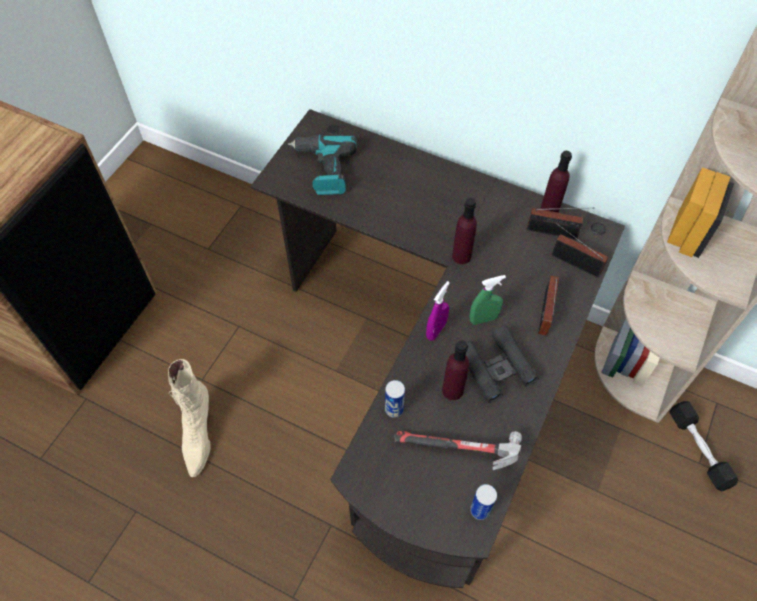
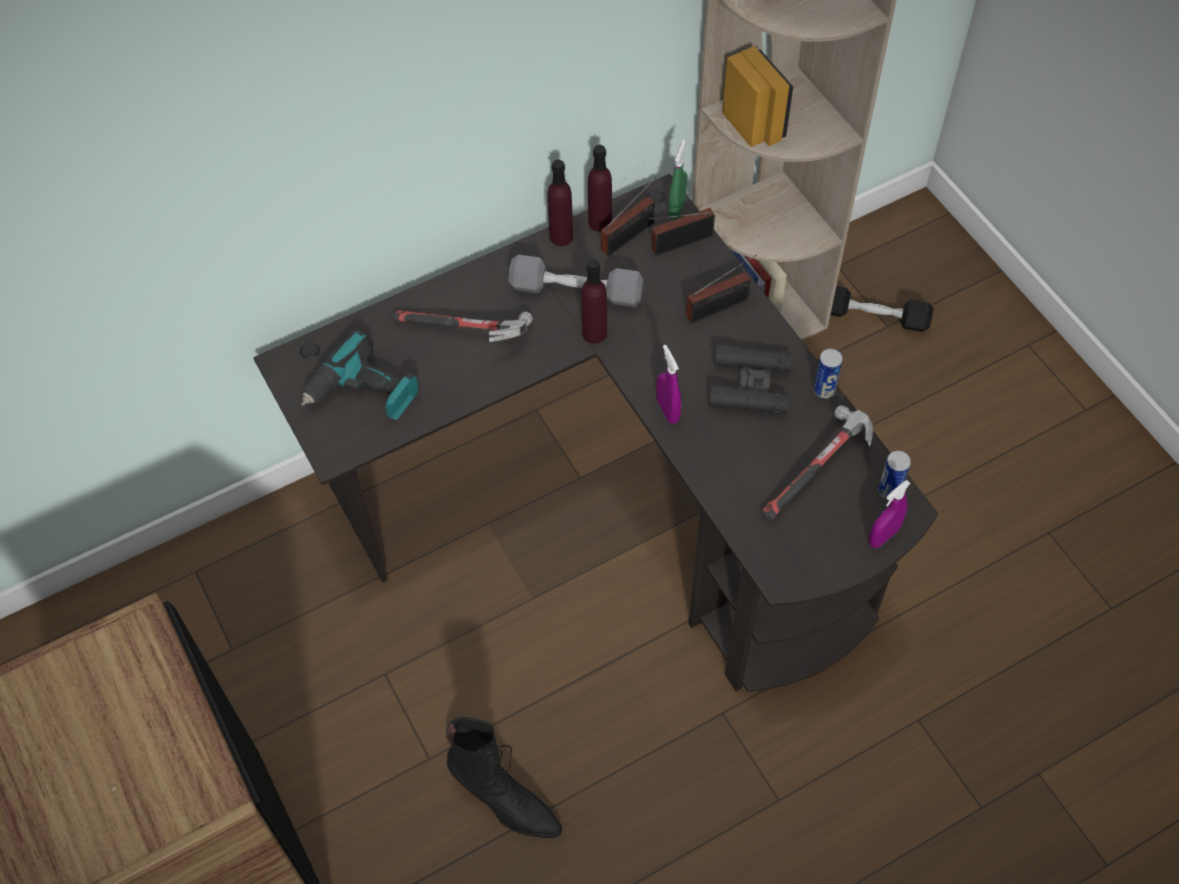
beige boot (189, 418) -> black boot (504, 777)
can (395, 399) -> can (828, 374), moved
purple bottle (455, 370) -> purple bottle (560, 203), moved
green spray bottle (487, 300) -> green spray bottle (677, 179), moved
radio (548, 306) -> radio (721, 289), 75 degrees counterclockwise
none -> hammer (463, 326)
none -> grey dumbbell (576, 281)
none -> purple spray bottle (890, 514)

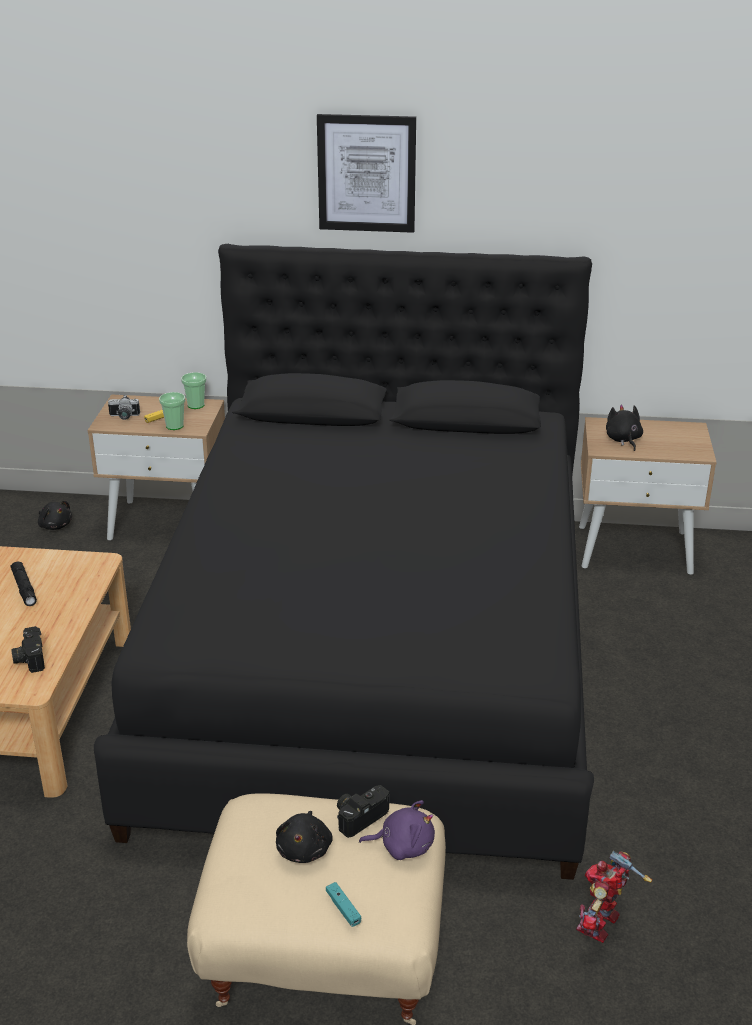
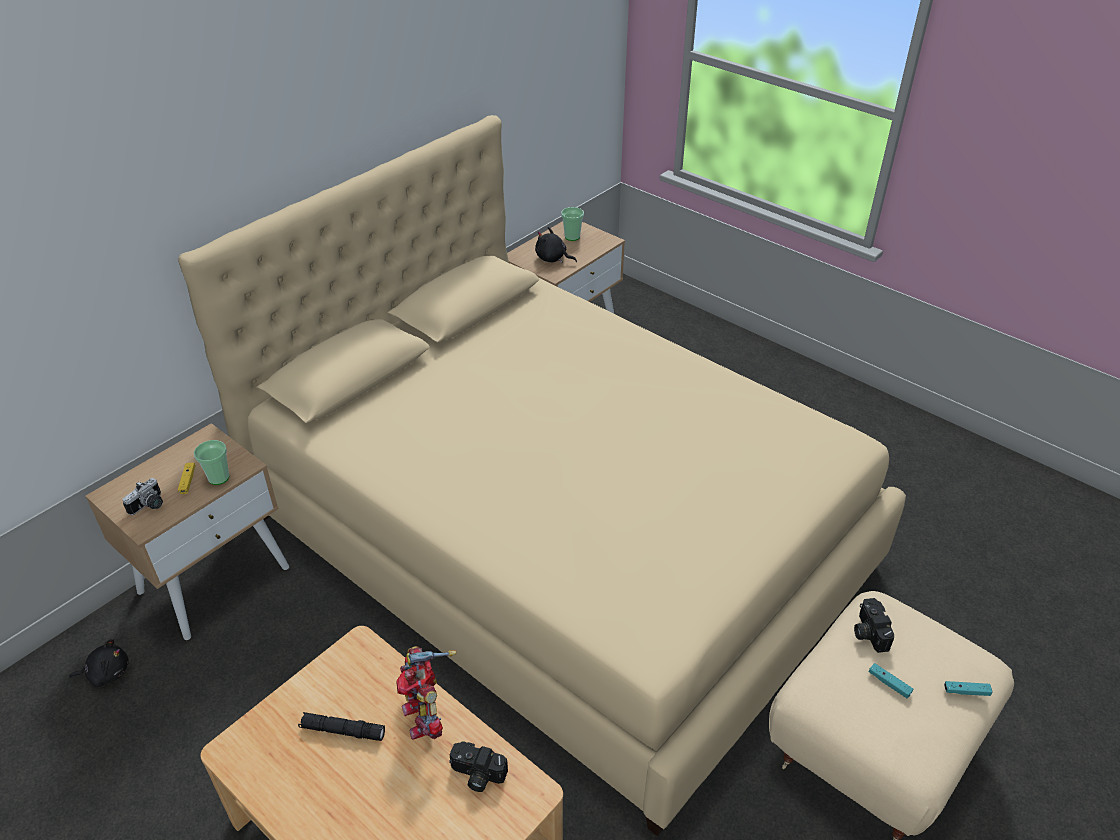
black bed (344, 562) -> beige bed (542, 476)
cup (194, 390) -> cup (572, 224), moved
black plush toy (304, 837) -> turquoise game controller (891, 680)
picture (366, 173) -> none
purple plush toy (397, 830) -> none
toy robot (614, 897) -> toy robot (426, 693), moved

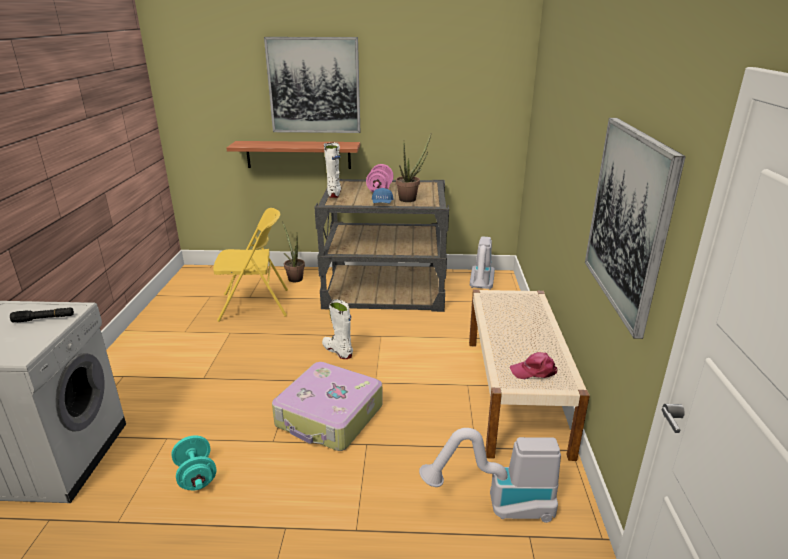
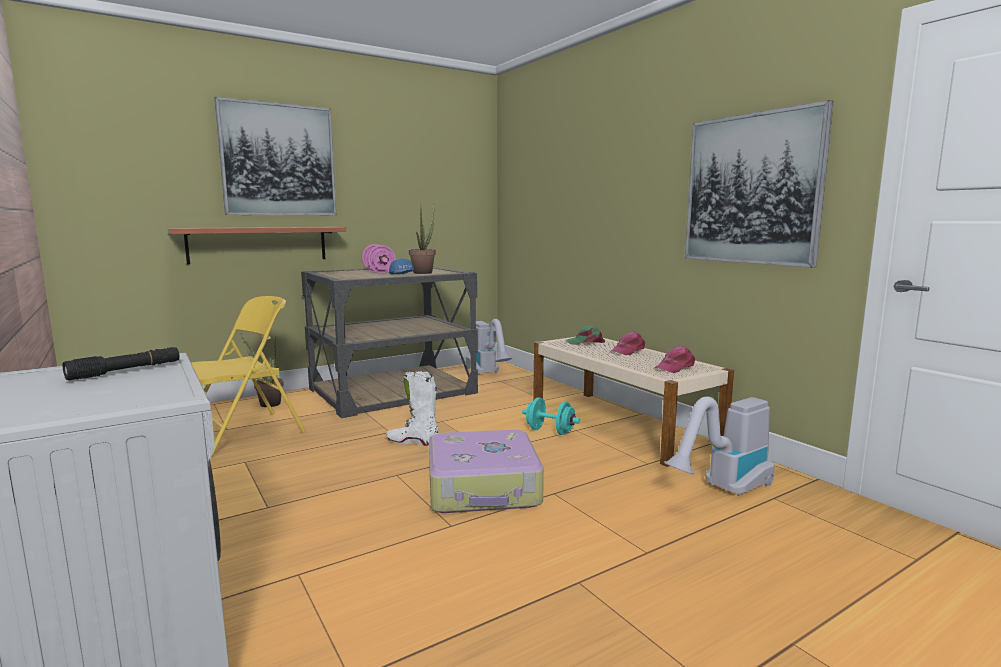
turquoise dumbbell (194, 462) -> turquoise dumbbell (551, 416), moved
white boot (332, 170) -> none
none -> green cap (585, 335)
none -> pink cap (627, 343)

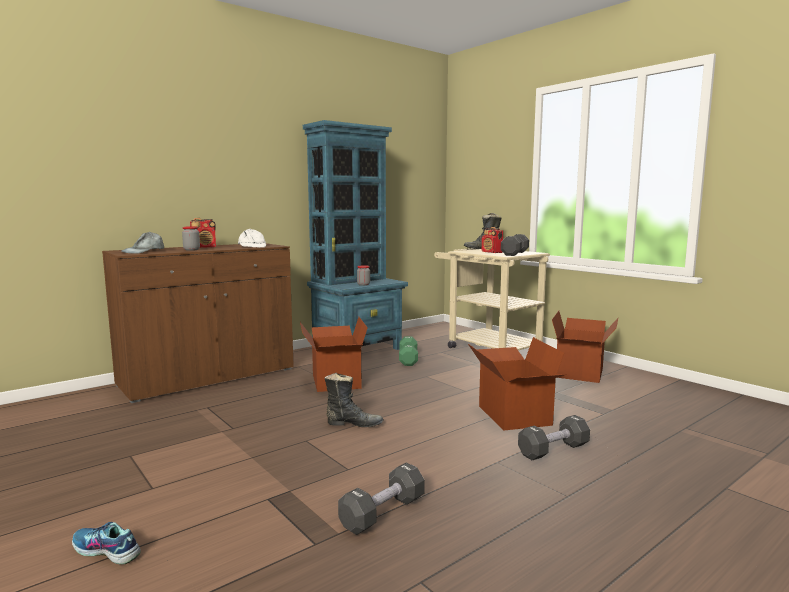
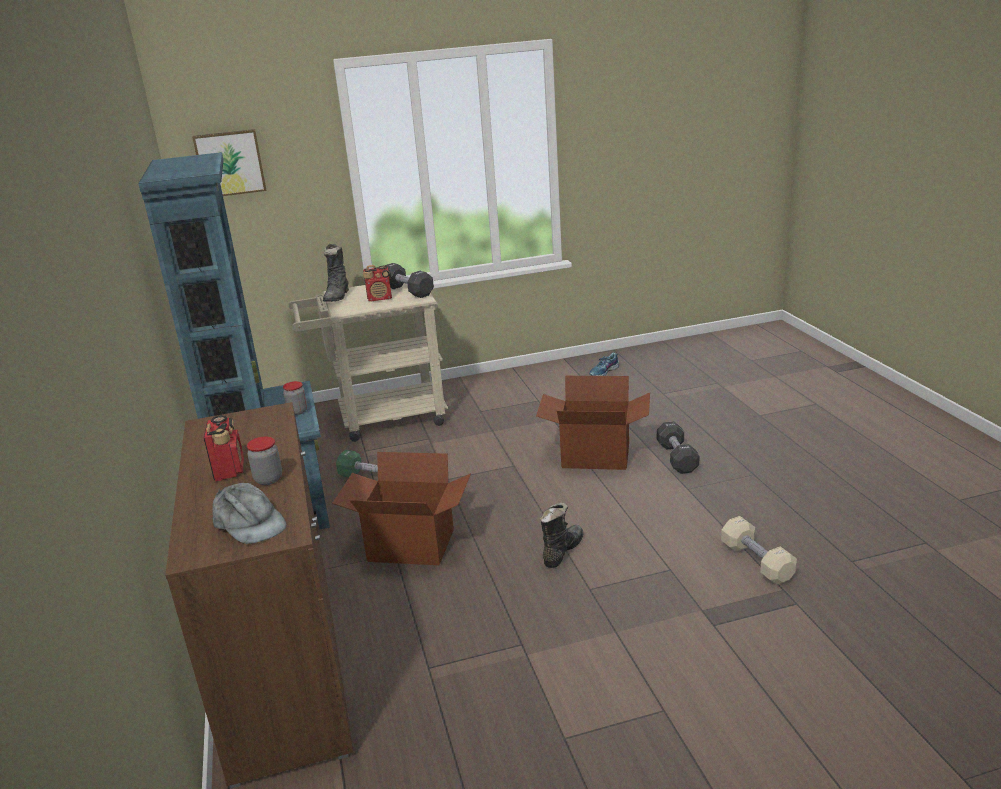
shoe (106, 543) -> shoe (604, 364), moved
white cap (252, 238) -> none
black dumbbell (381, 499) -> beige dumbbell (759, 550)
cardboard box (585, 347) -> none
none -> picture (229, 162)

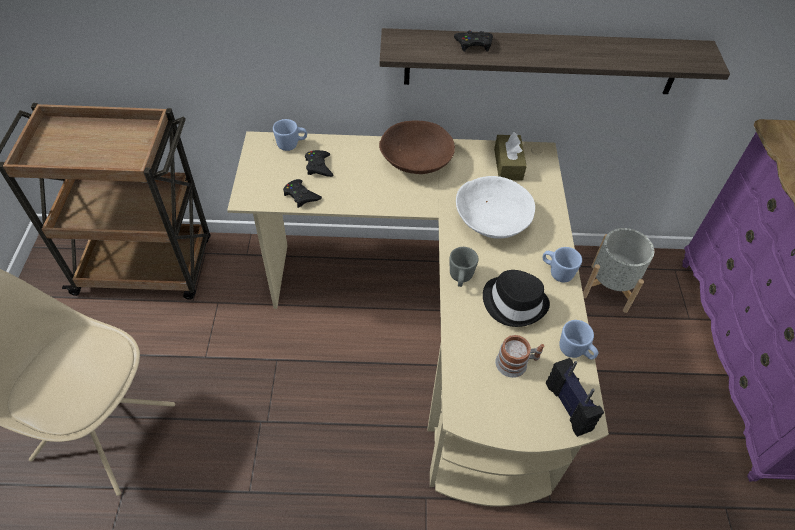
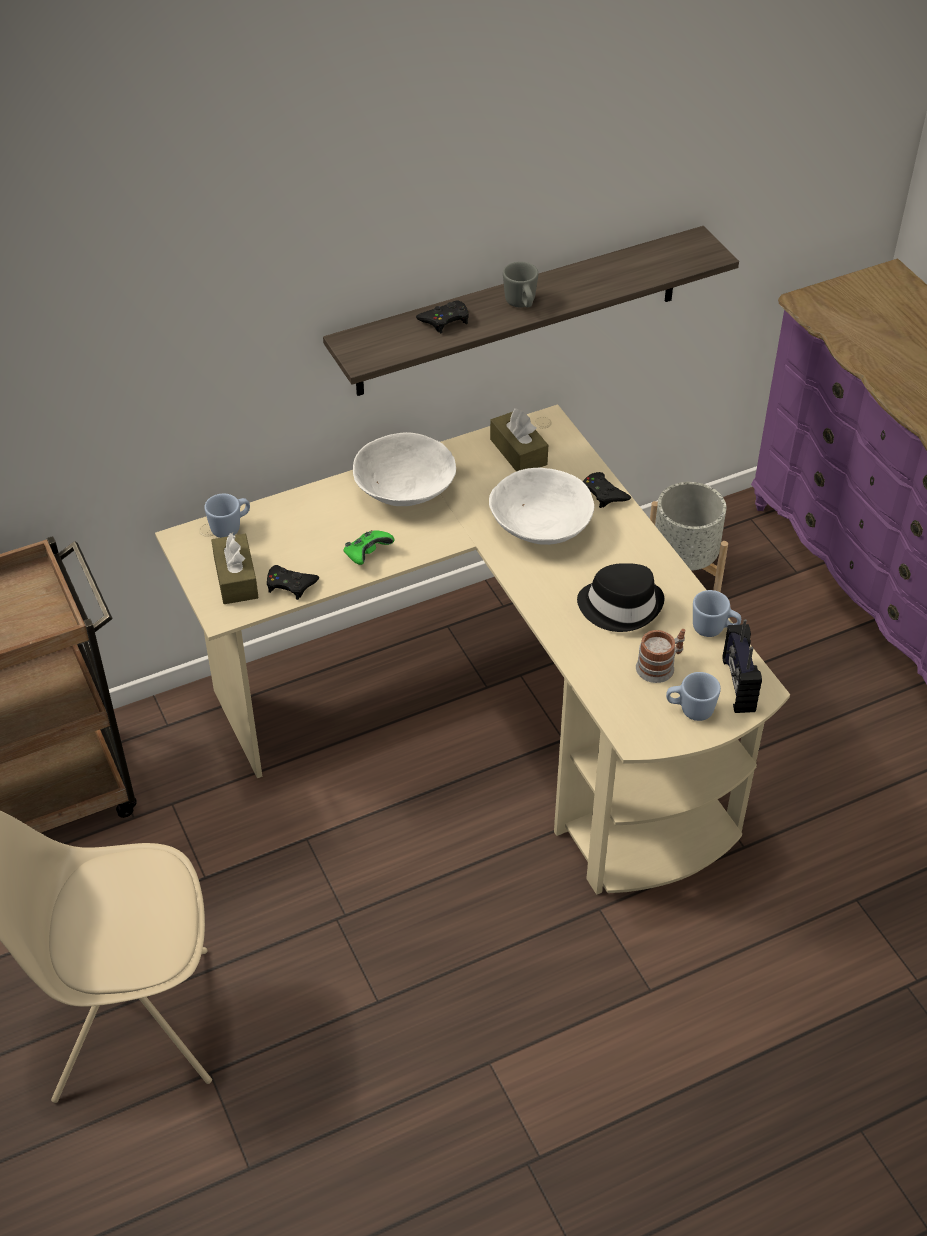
black game controller (319, 163) -> black game controller (607, 490), moved
brown bowl (417, 147) -> white bowl (404, 469)
grey mug (464, 267) -> grey mug (520, 284), moved
blue mug (562, 264) -> blue mug (693, 696), moved
radio (575, 397) -> radio (742, 666), 135 degrees counterclockwise
none -> brown tissue box (235, 568)
none -> green game controller (369, 547)

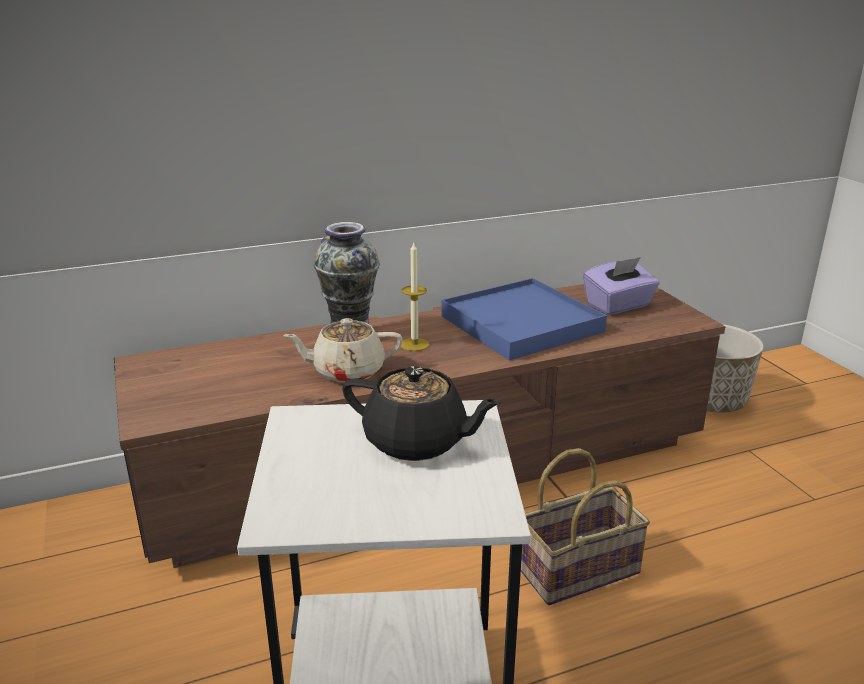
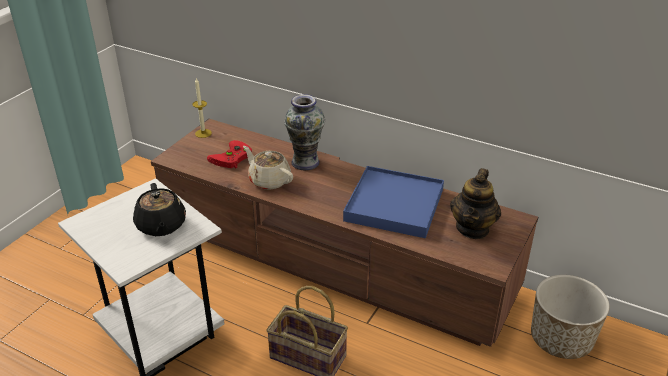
candle (415, 296) -> candle (202, 108), moved
purple tissue box (621, 286) -> teapot (475, 203)
none -> red game controller (229, 154)

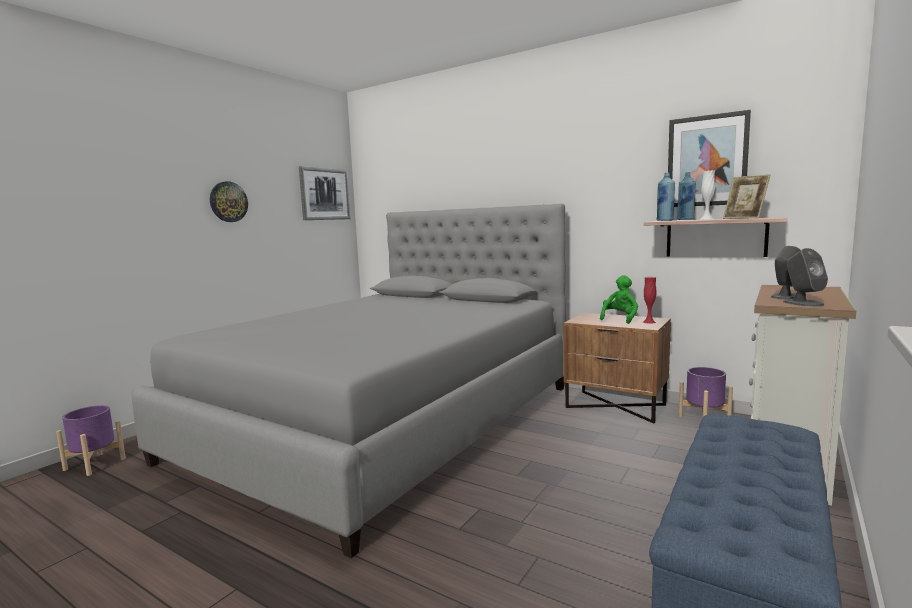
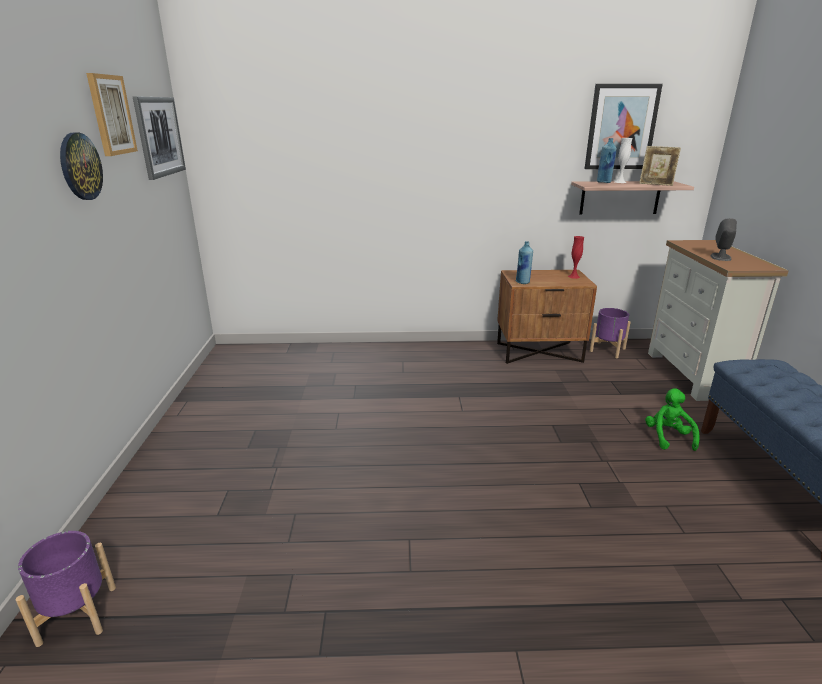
grey bed (349, 380) -> none
green plush toy (619, 299) -> green plush toy (672, 419), moved
blue bottle (666, 197) -> blue bottle (524, 262), moved
grey speaker (805, 277) -> none
none -> picture (112, 114)

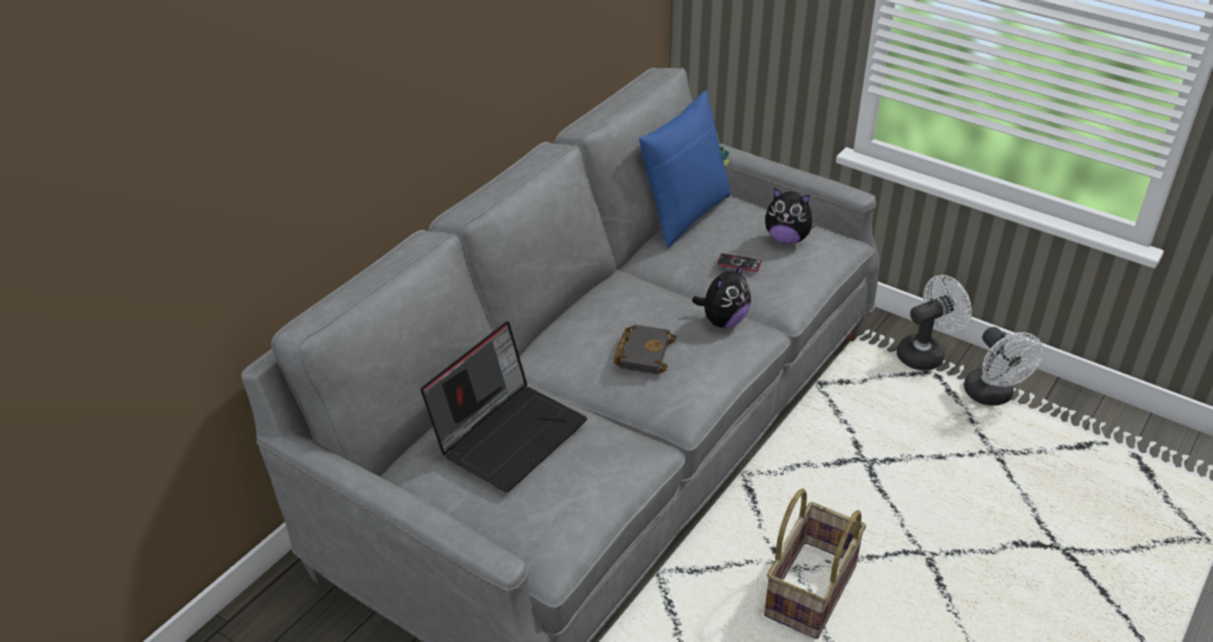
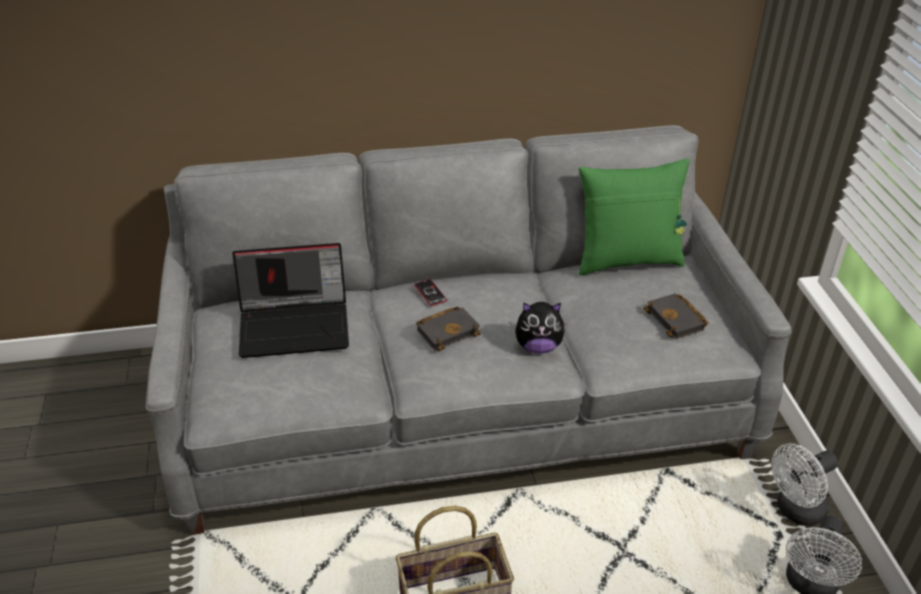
blue pillow (684, 168) -> green pillow (634, 216)
phone (739, 262) -> phone (430, 292), moved
plush toy (792, 216) -> black book (676, 316)
white fan (934, 322) -> white fan (804, 484), 135 degrees clockwise

